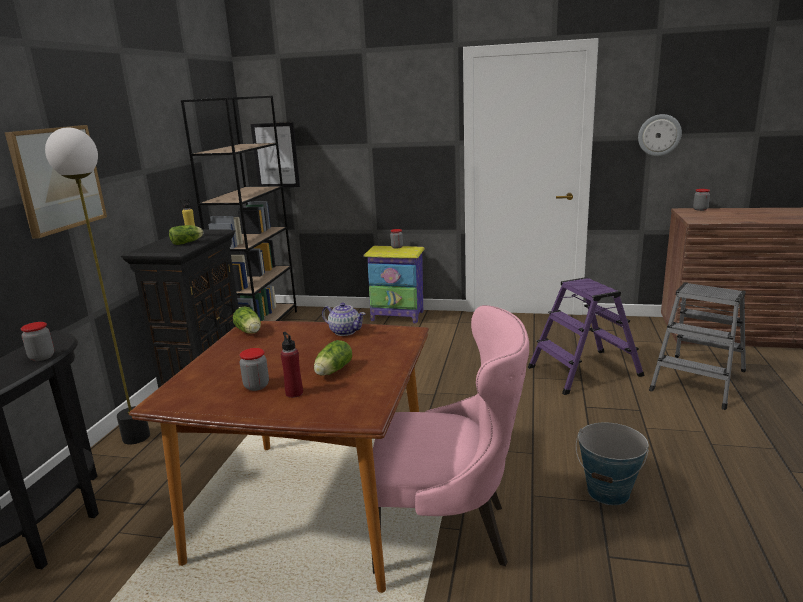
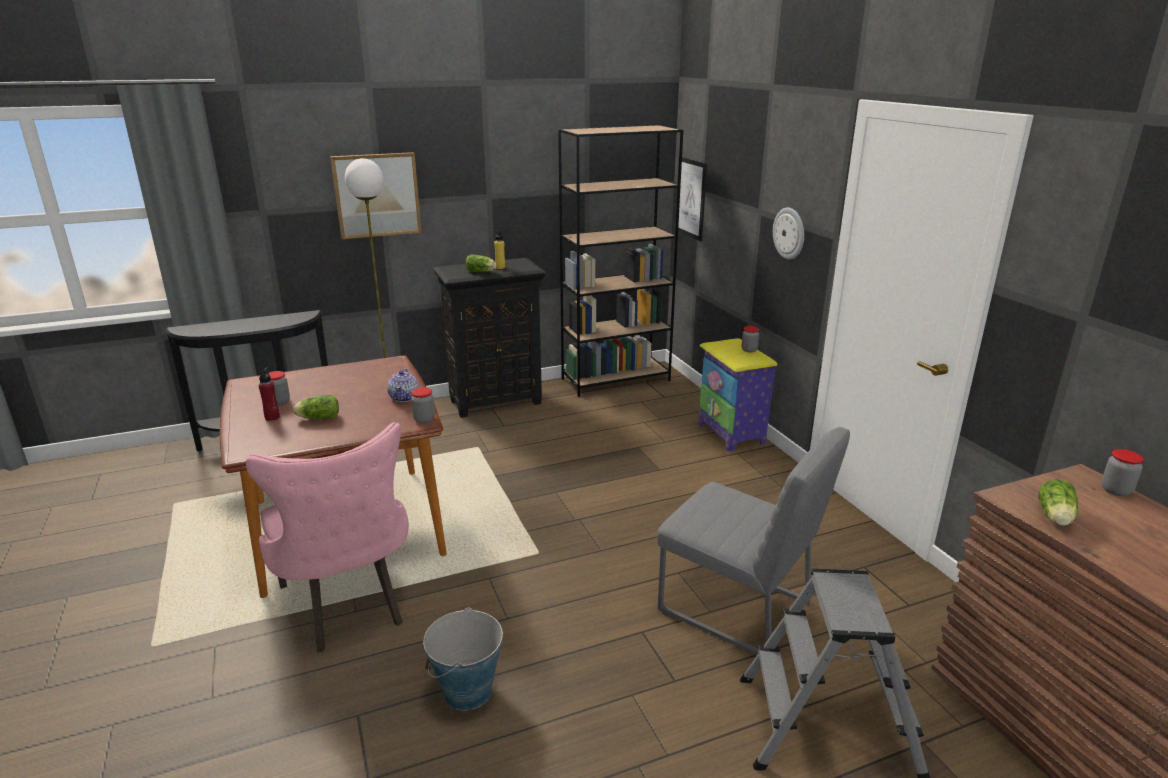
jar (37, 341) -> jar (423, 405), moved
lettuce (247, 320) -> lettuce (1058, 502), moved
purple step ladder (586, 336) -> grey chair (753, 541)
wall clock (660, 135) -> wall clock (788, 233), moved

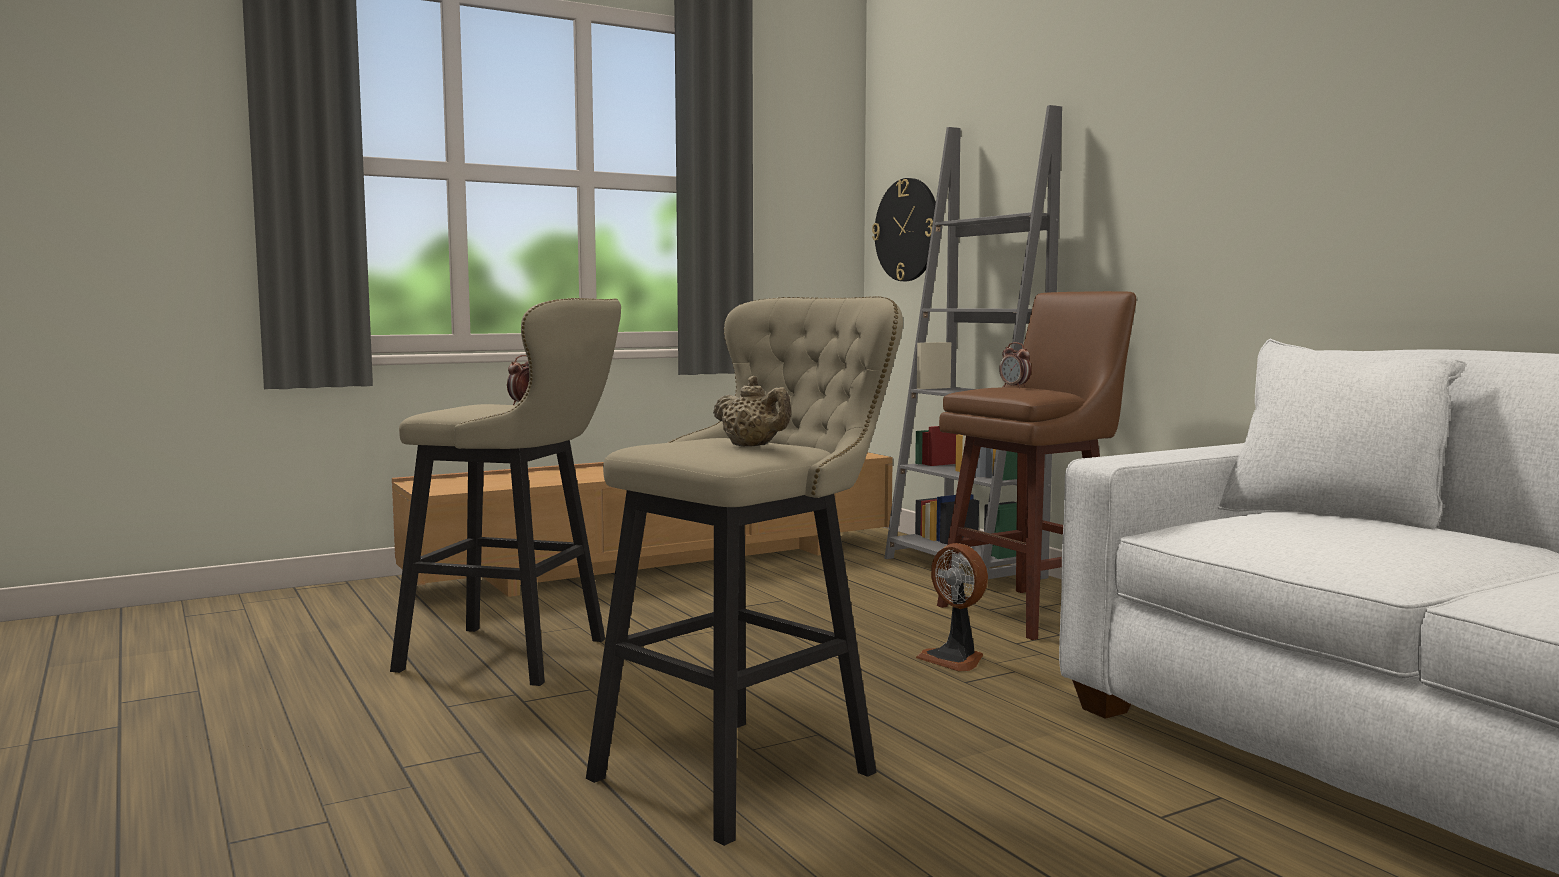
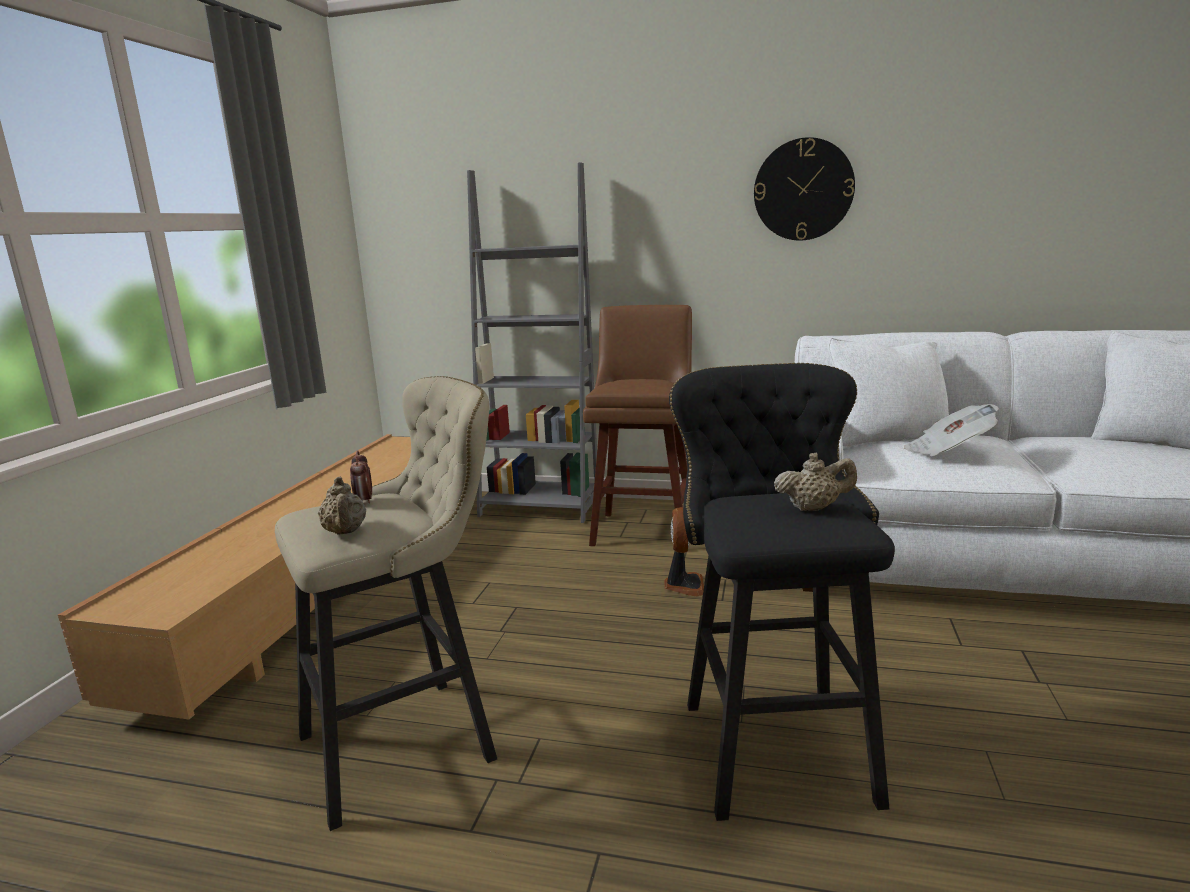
beige stool (744, 571) -> black stool (782, 592)
wall clock (904, 229) -> wall clock (804, 188), moved
fan (952, 607) -> fan (684, 551), 90 degrees counterclockwise
alarm clock (1015, 365) -> none
none -> beige teapot (342, 506)
none -> newspaper (952, 430)

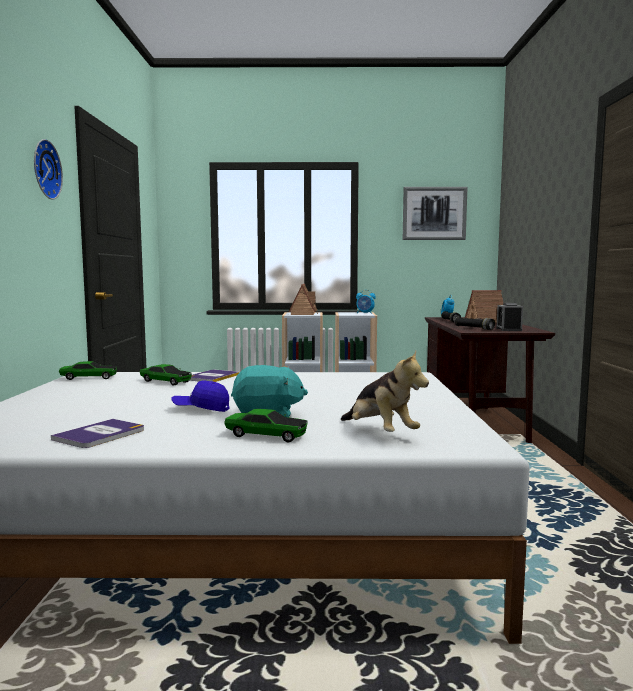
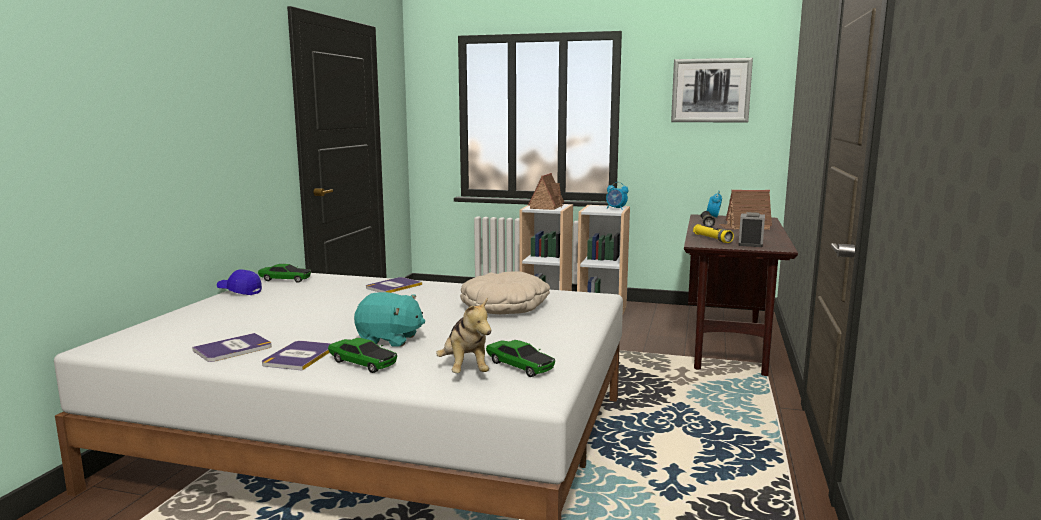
wall clock (48, 169) -> none
toy car (166, 374) -> toy car (520, 358), moved
blue cap (200, 396) -> blue cap (239, 282), moved
black flashlight (475, 323) -> yellow flashlight (713, 233)
none -> book (297, 356)
none -> beige pillow (505, 292)

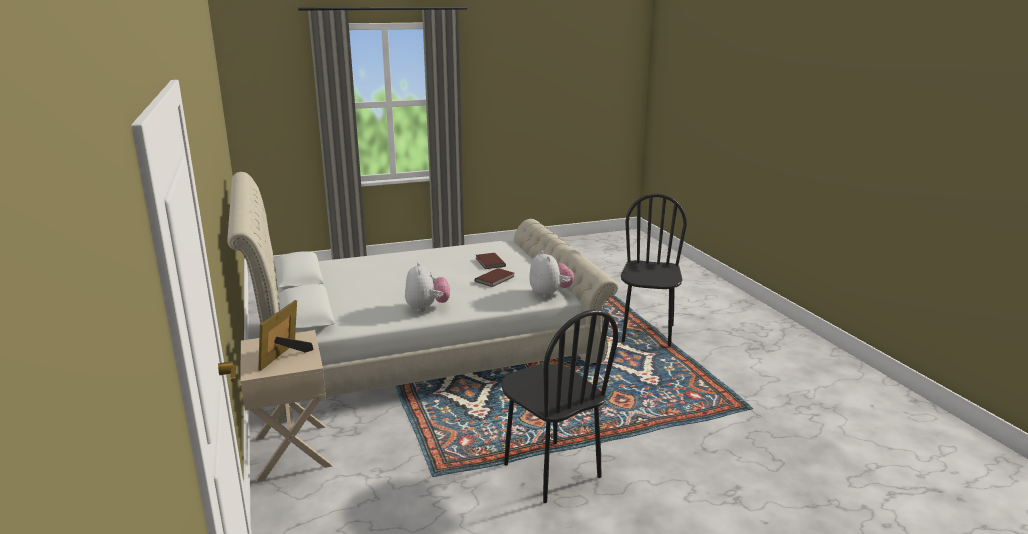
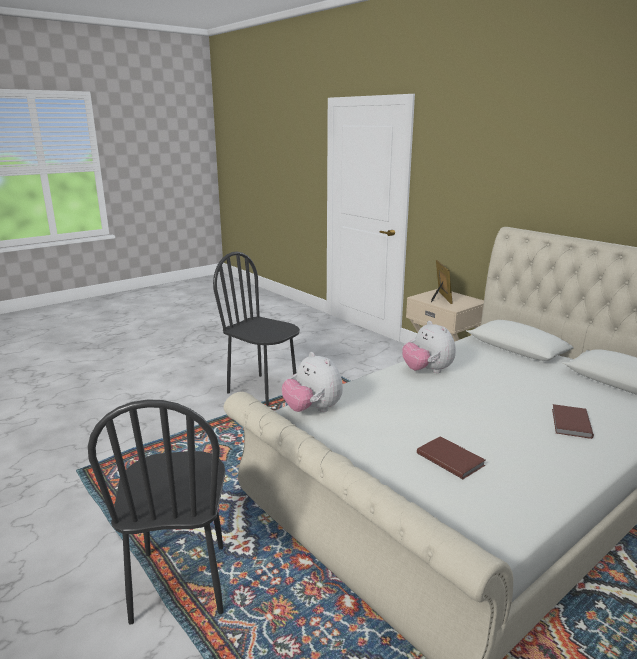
brown book (495, 277) -> brown book (573, 421), moved

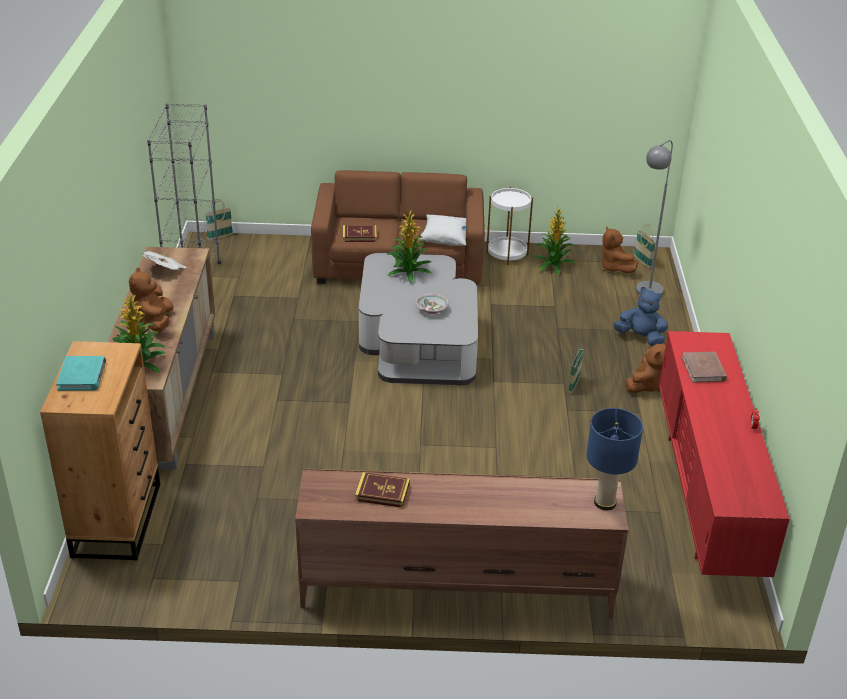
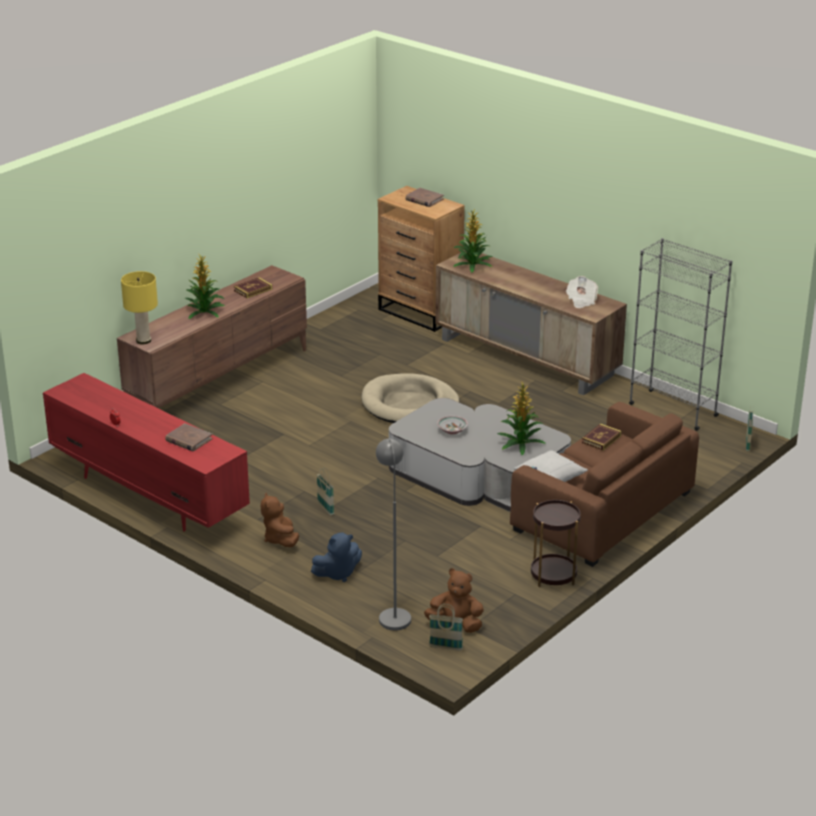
turquoise book (81, 373) -> brown book (424, 197)
brown plush toy (151, 300) -> none
white side table (509, 226) -> brown side table (556, 543)
potted plant (554, 241) -> potted plant (205, 286), moved
blue table lamp (614, 459) -> yellow table lamp (139, 308)
none -> beige dog bed (411, 398)

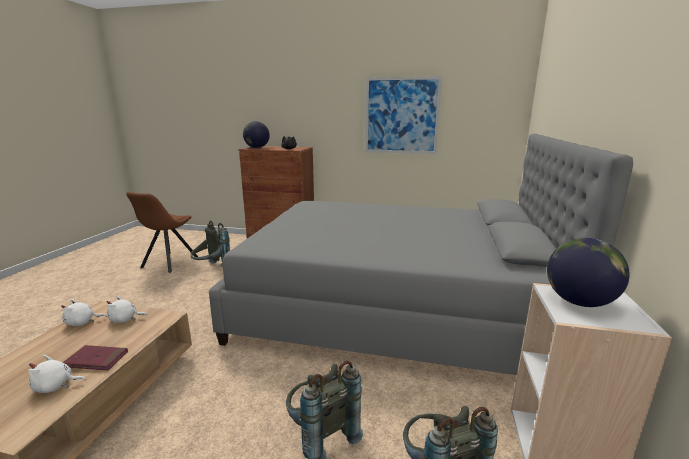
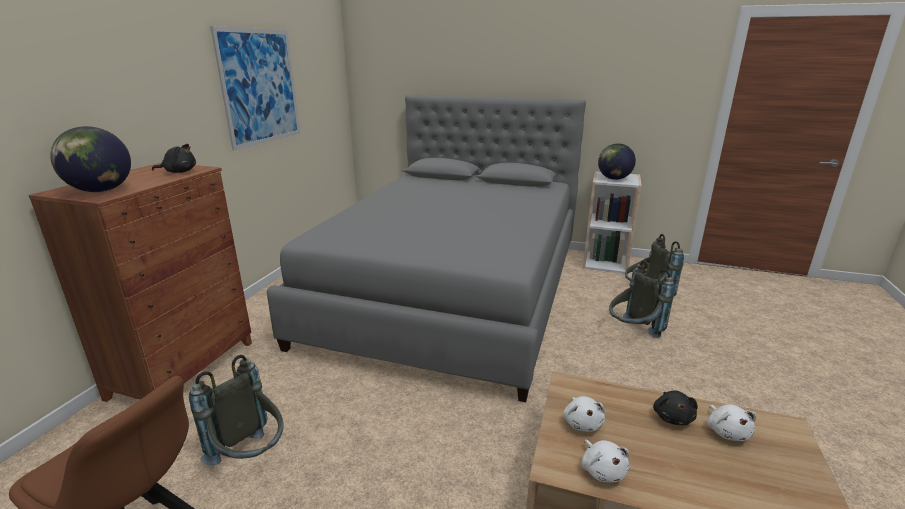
red book (95, 358) -> black plush toy (675, 407)

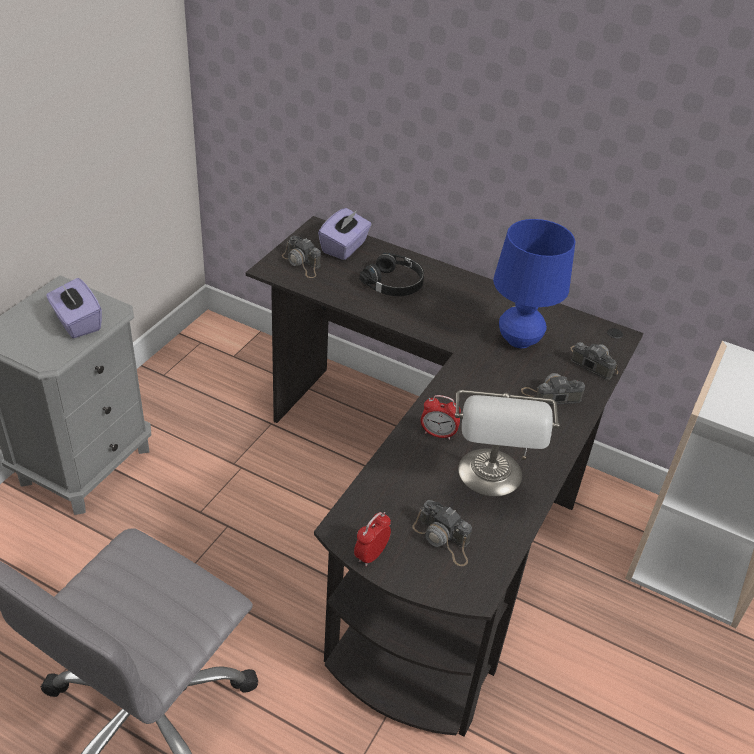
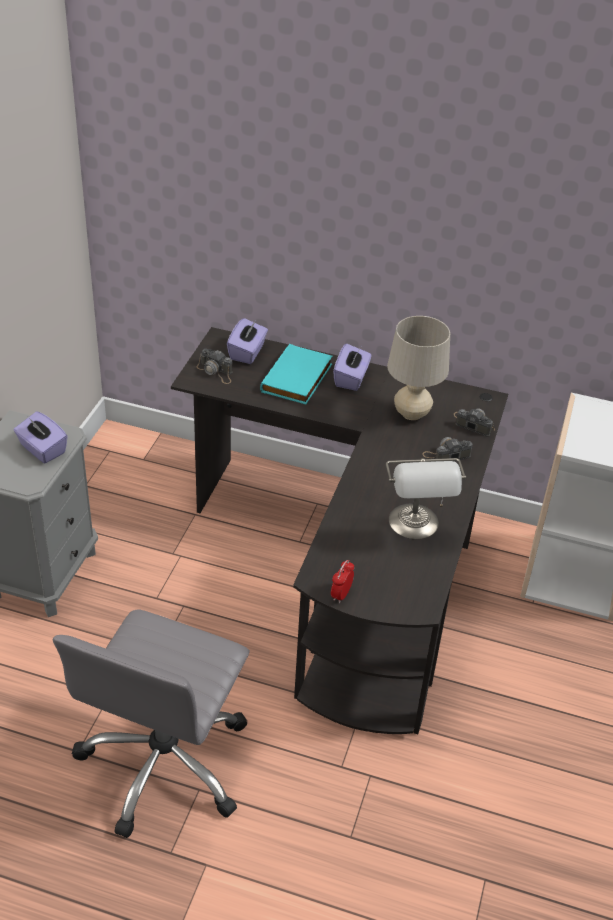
black headphones (391, 274) -> turquoise book (296, 374)
photo camera (442, 533) -> none
alarm clock (441, 417) -> none
blue table lamp (534, 283) -> beige table lamp (418, 368)
none -> purple tissue box (352, 367)

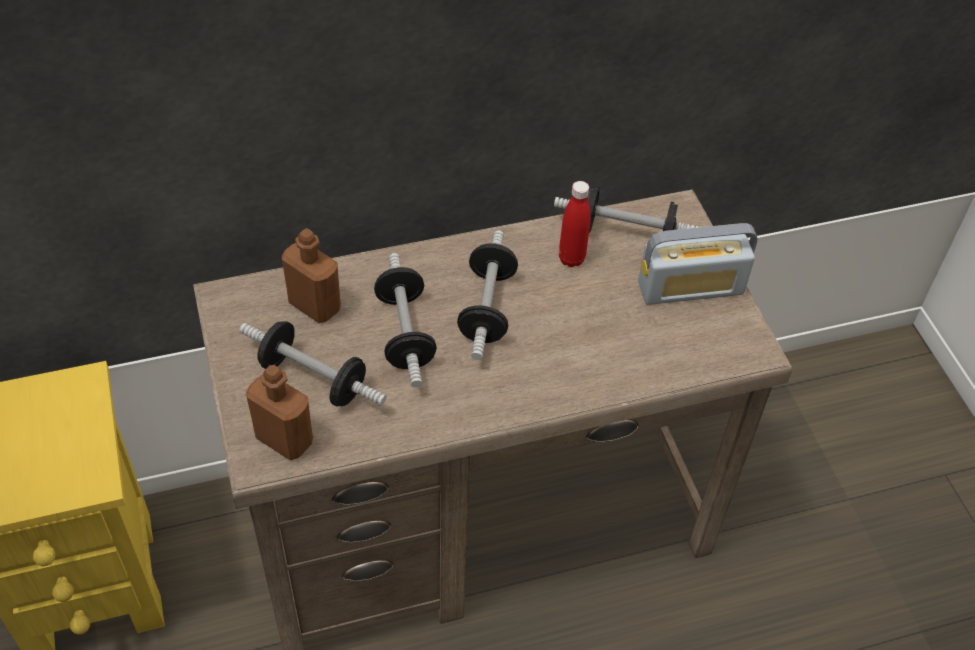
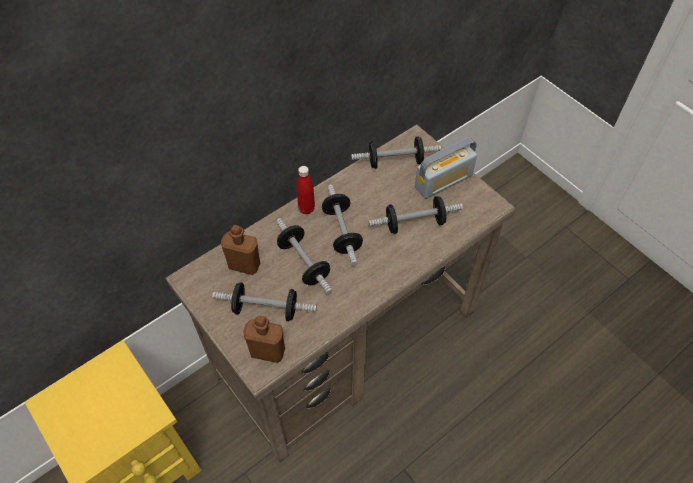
red bottle (575, 224) -> red bottle (306, 190), moved
none -> dumbbell (415, 215)

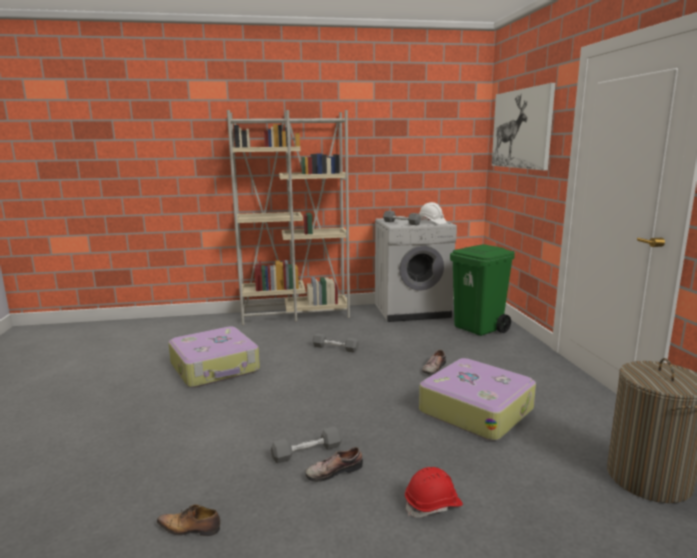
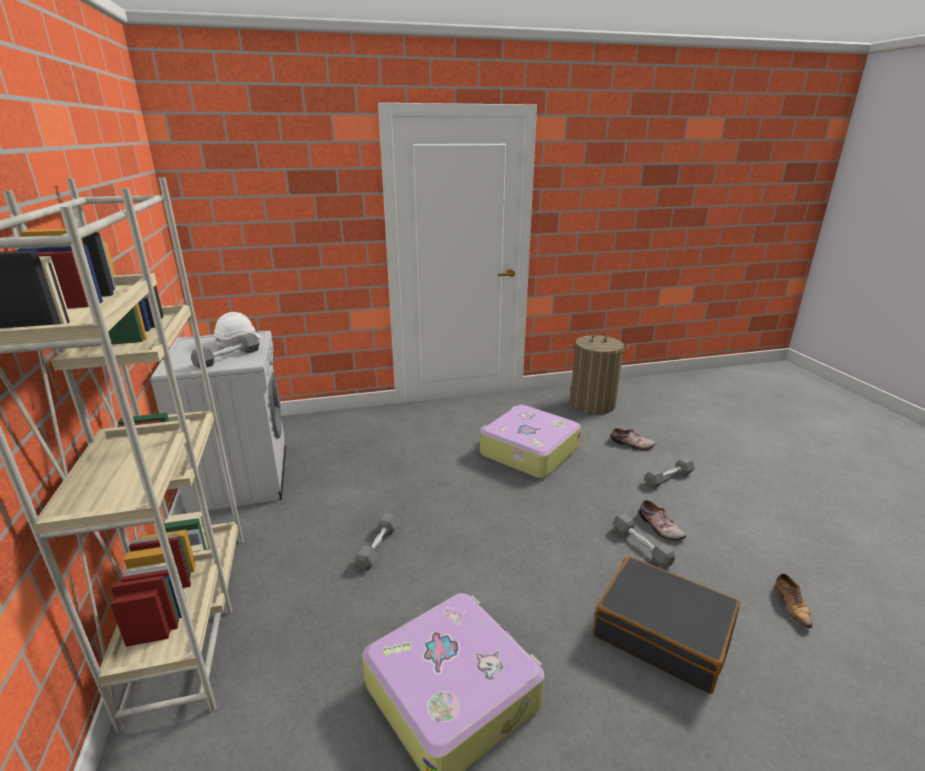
red hard hat (434, 492) -> grey dumbbell (670, 472)
shoe (434, 362) -> shoe (633, 439), moved
green trash can (482, 290) -> none
picture (523, 126) -> none
none -> black suitcase (666, 625)

